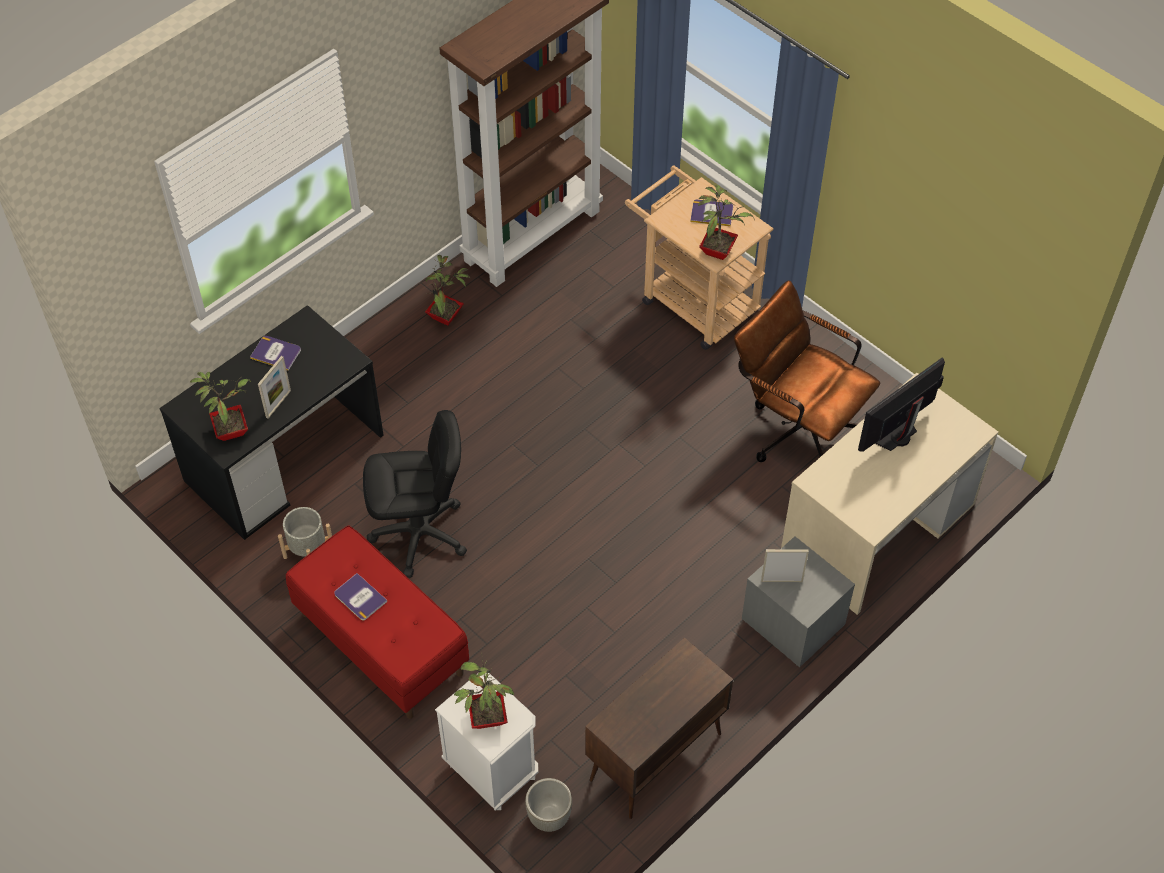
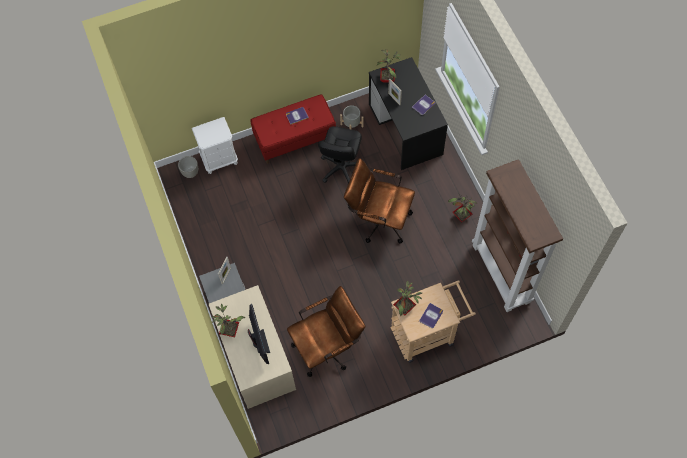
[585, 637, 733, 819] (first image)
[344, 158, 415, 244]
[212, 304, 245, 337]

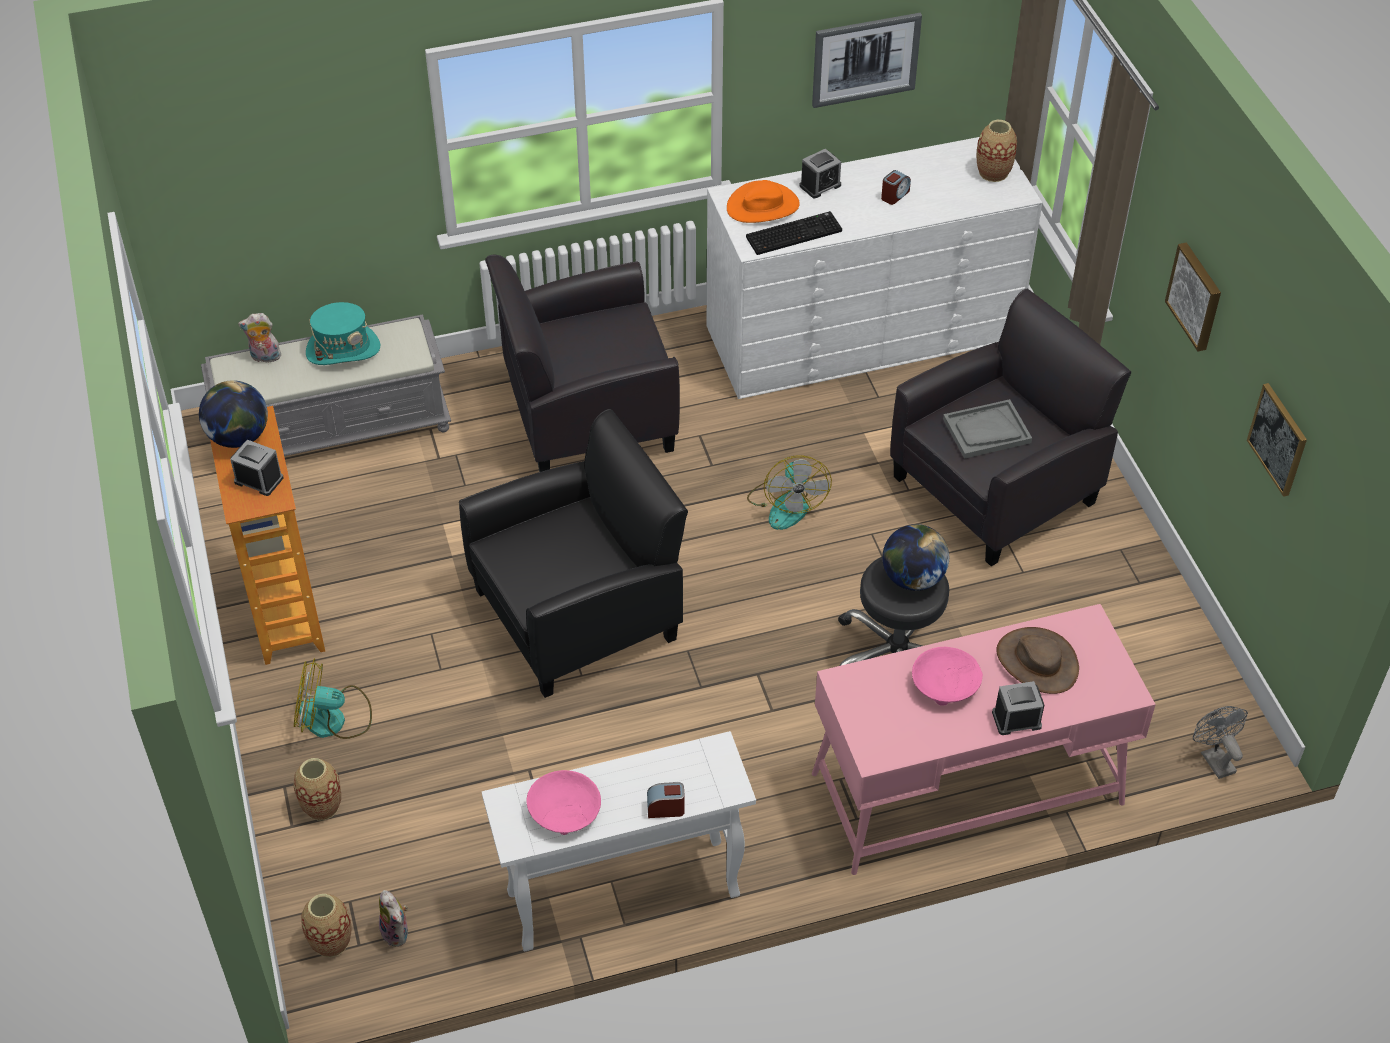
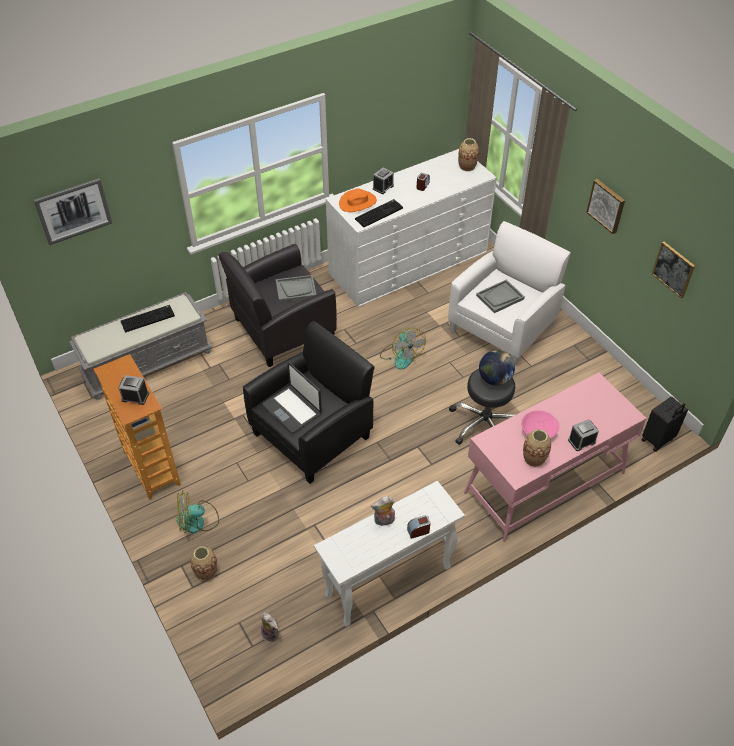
[199, 380, 268, 448] (first image)
[526, 770, 601, 835] (first image)
[996, 627, 1079, 694] (first image)
[263, 362, 322, 433]
[276, 275, 316, 302]
[371, 496, 395, 526]
[523, 429, 551, 467]
[33, 178, 112, 245]
[121, 305, 175, 332]
[641, 396, 688, 452]
[448, 221, 571, 366]

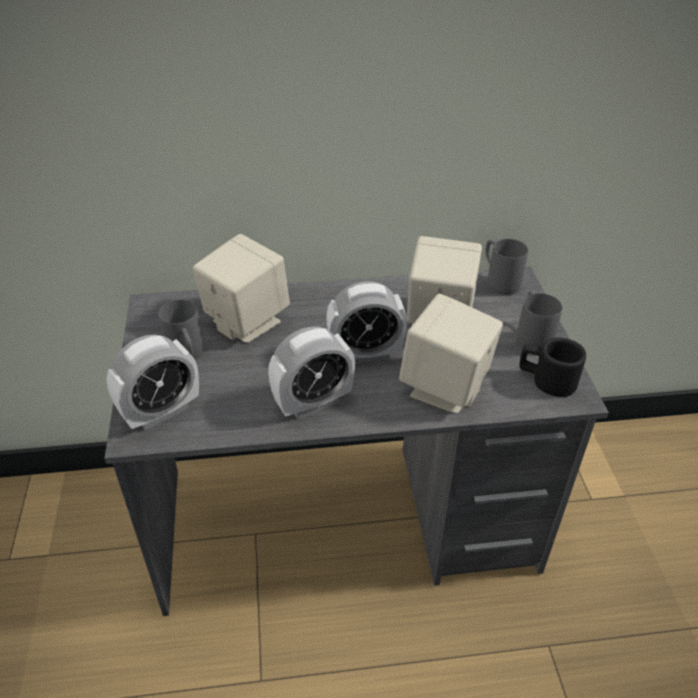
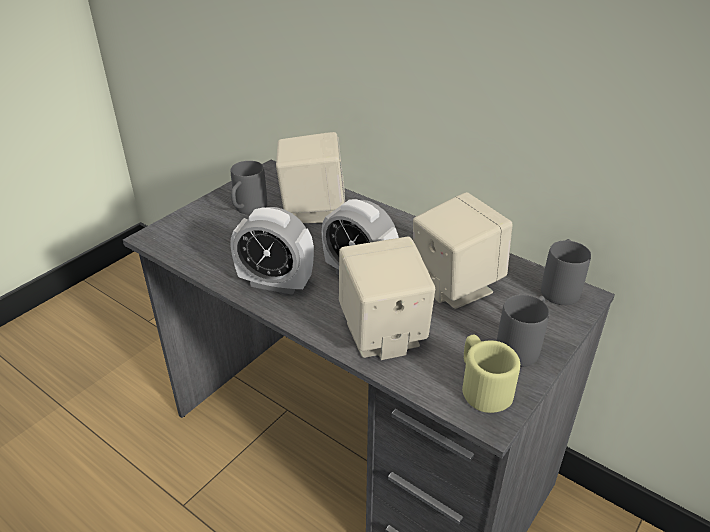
[106, 335, 199, 430] (first image)
[462, 335, 520, 413]

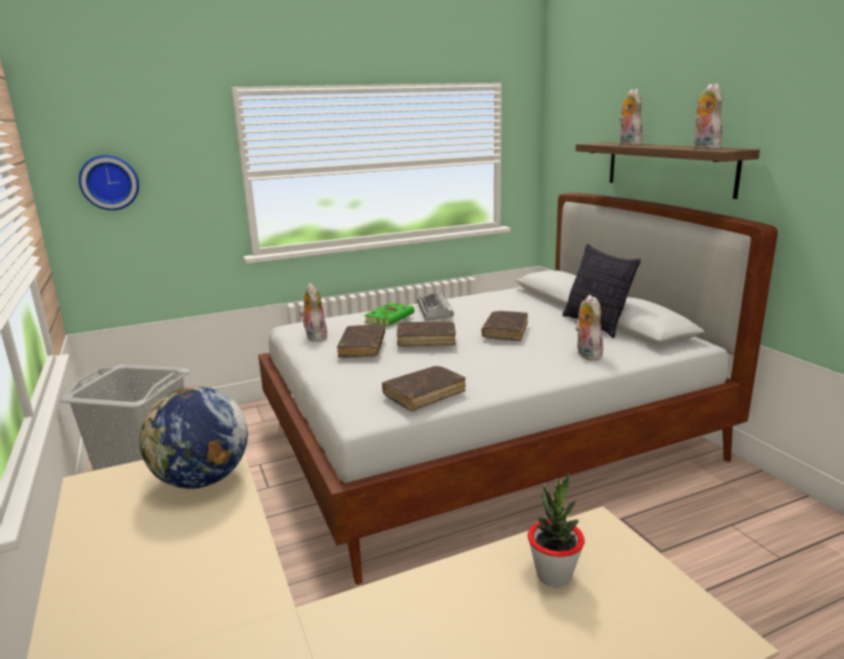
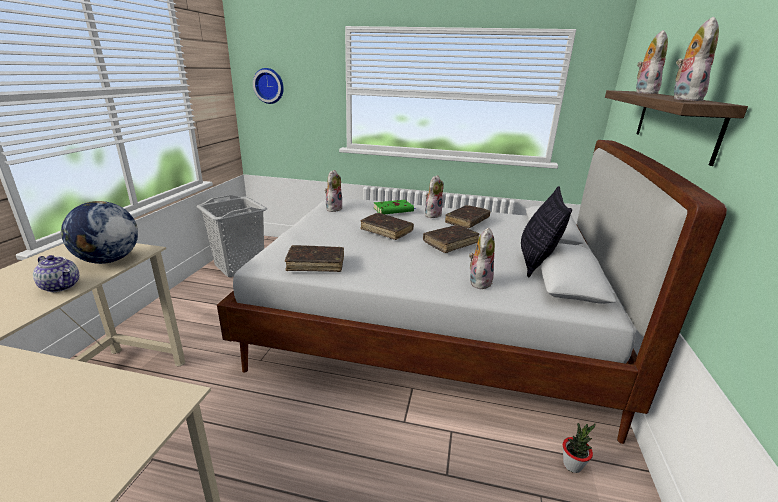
[33, 255, 79, 292]
[445, 205, 490, 228]
[563, 423, 595, 473]
[425, 175, 444, 218]

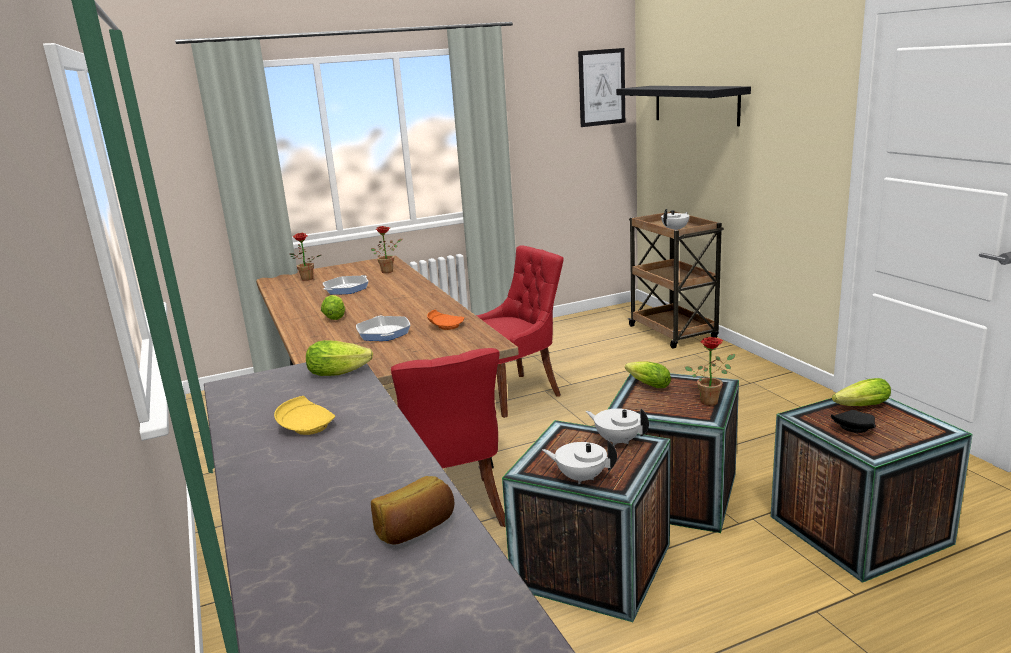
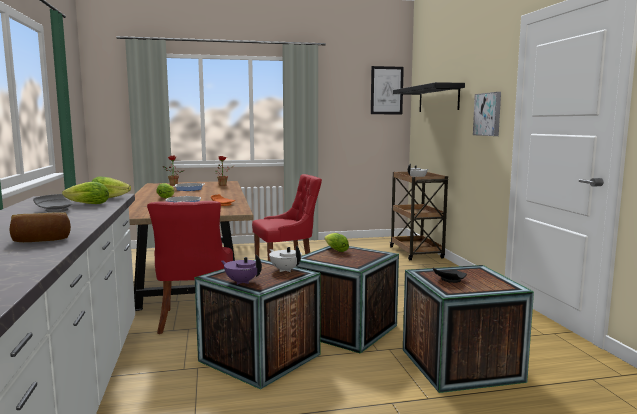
[685, 337, 735, 406] (first image)
[473, 92, 501, 136]
[62, 182, 109, 204]
[33, 194, 72, 212]
[221, 255, 262, 285]

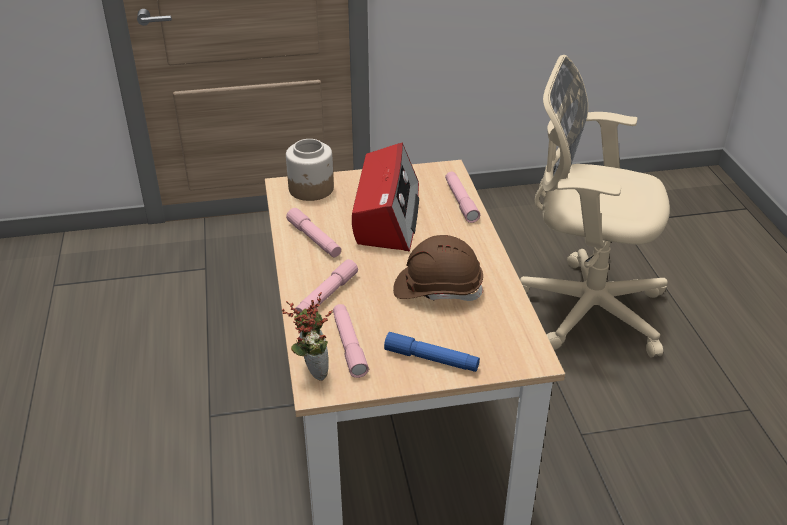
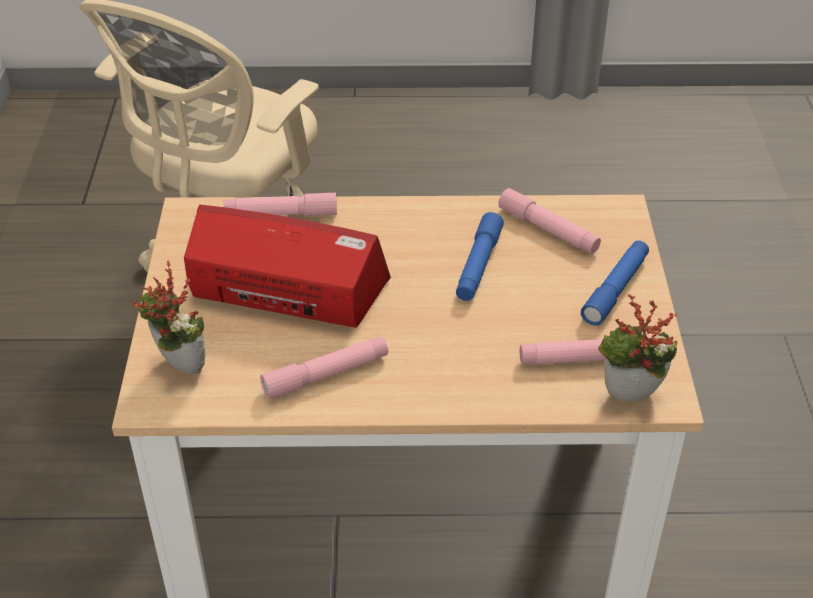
[498, 188, 601, 254]
[132, 260, 205, 374]
[456, 212, 504, 301]

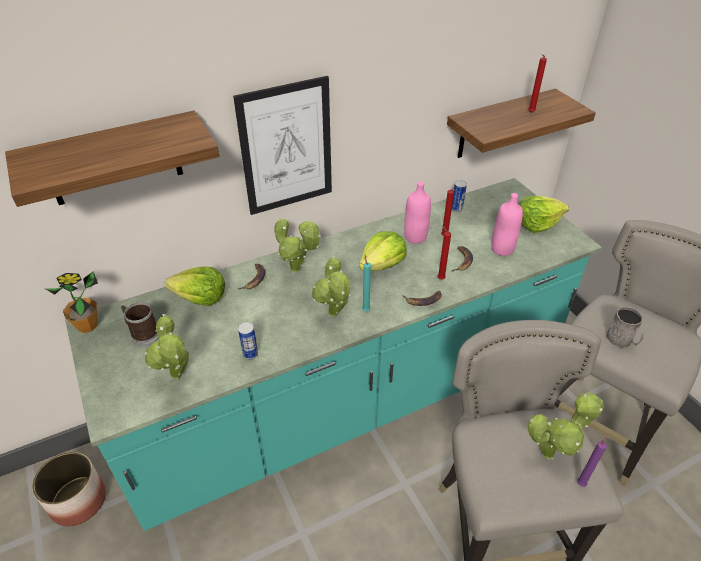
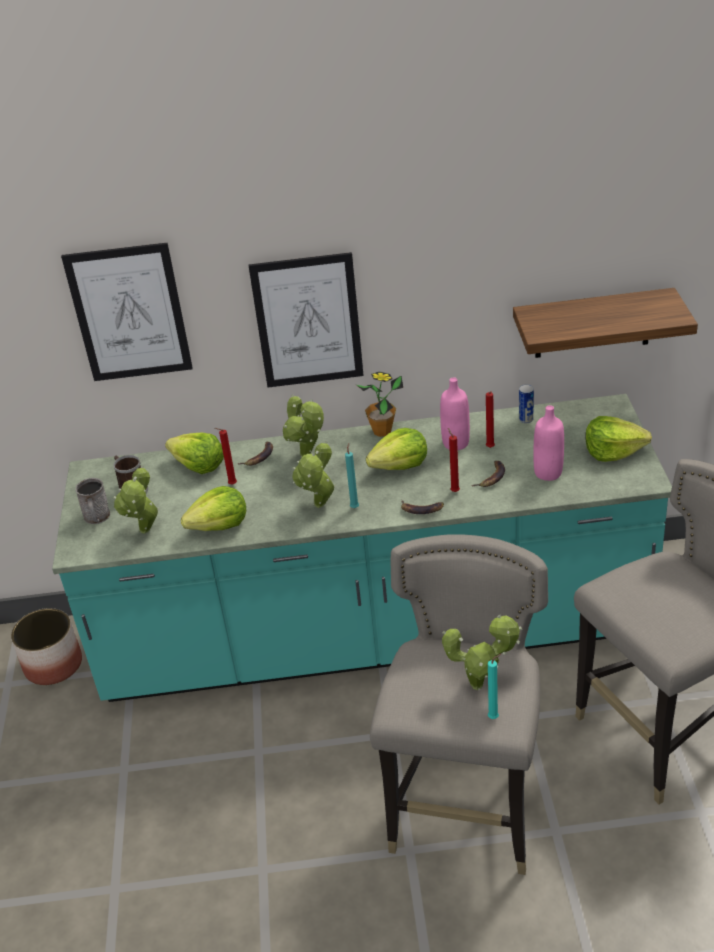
[356, 372, 403, 437]
[215, 428, 237, 485]
[75, 478, 110, 524]
[61, 243, 193, 381]
[181, 486, 246, 531]
[488, 654, 501, 719]

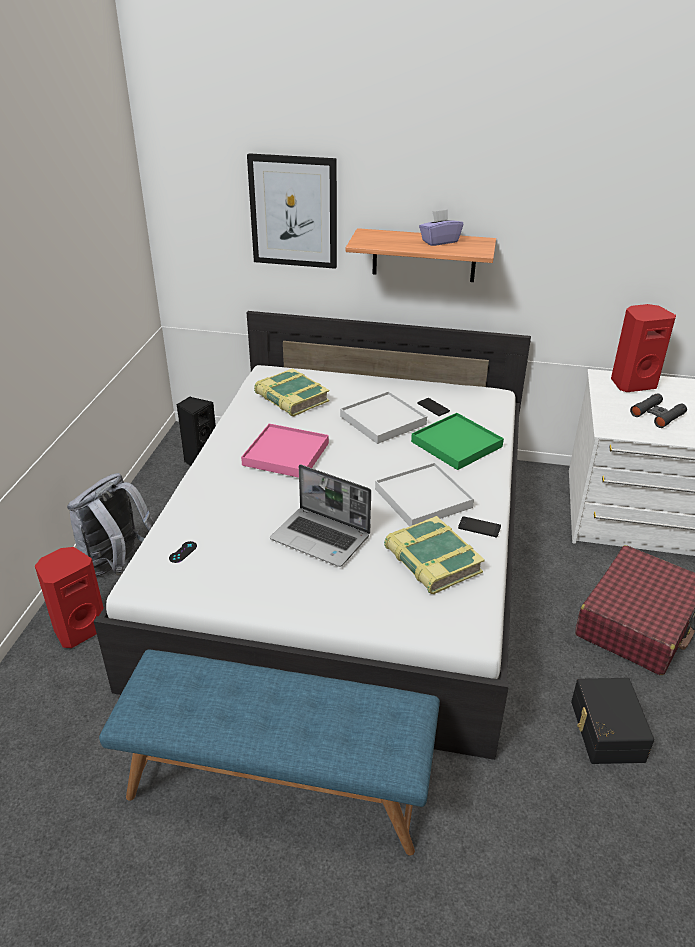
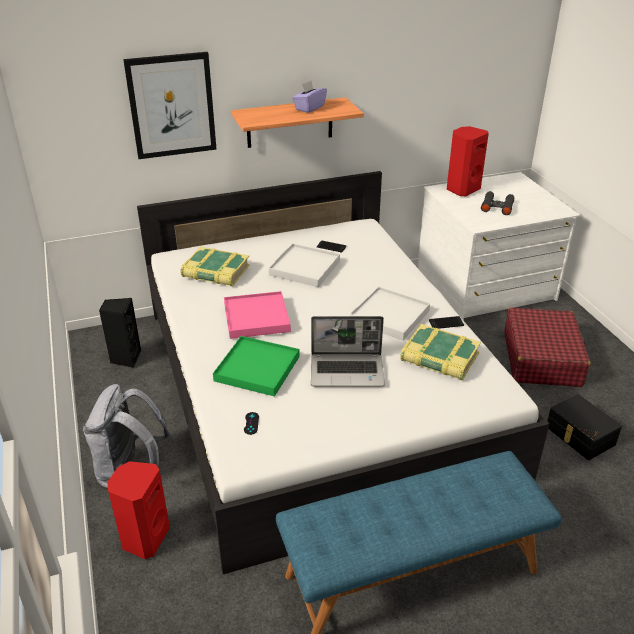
[213, 336, 300, 397]

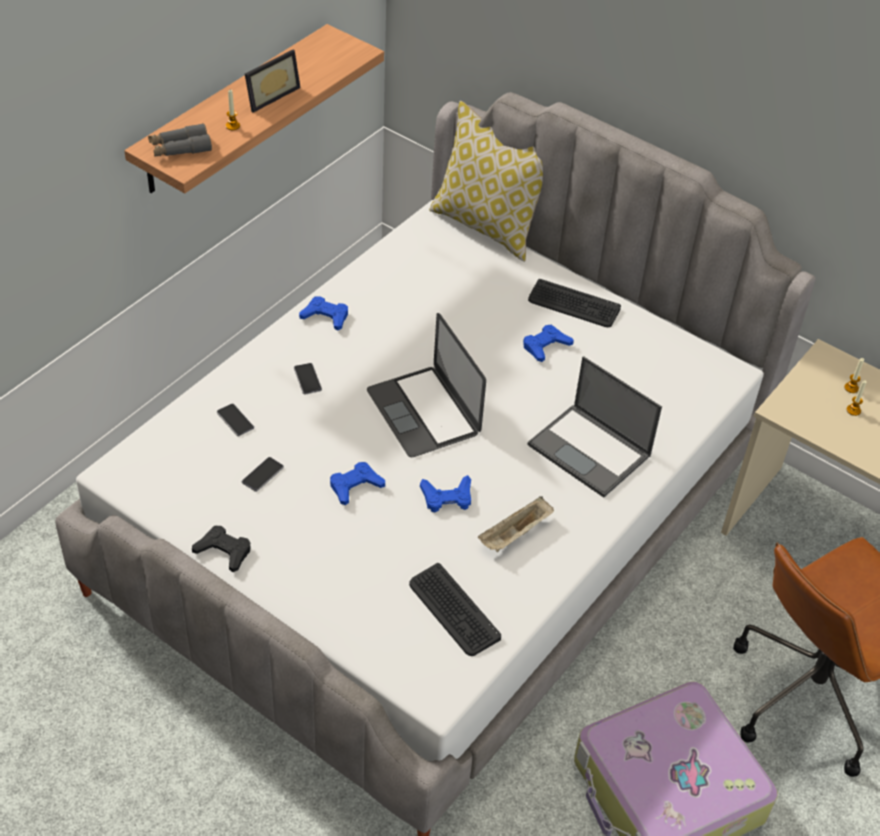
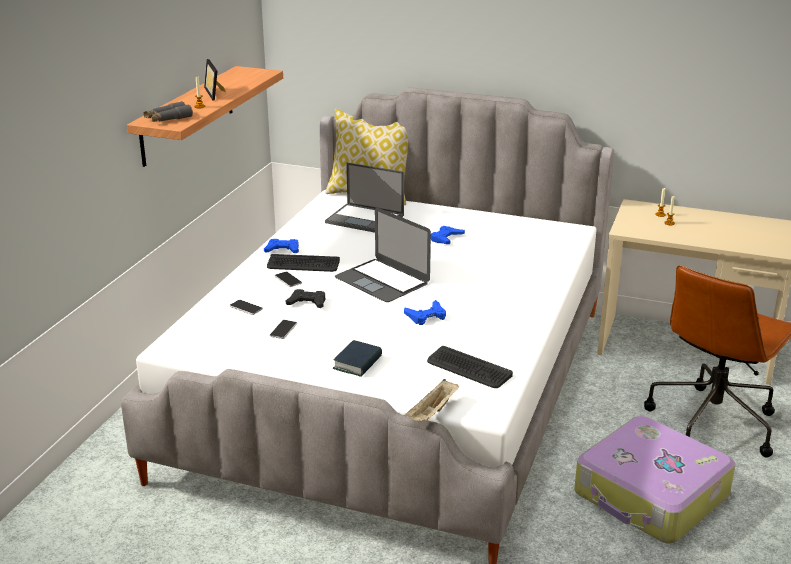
[330, 462, 385, 505] (first image)
[333, 340, 382, 377]
[286, 289, 325, 308]
[405, 379, 459, 422]
[267, 254, 340, 272]
[325, 162, 404, 233]
[204, 59, 226, 101]

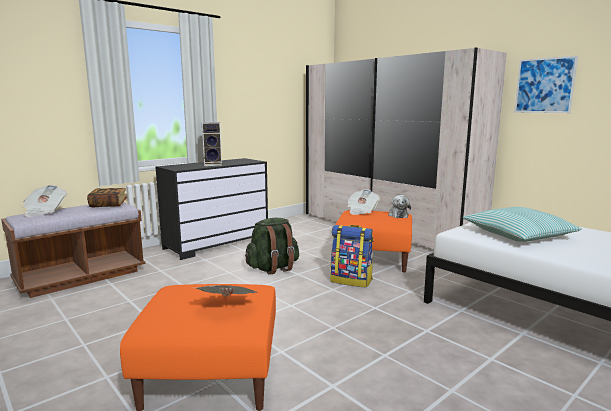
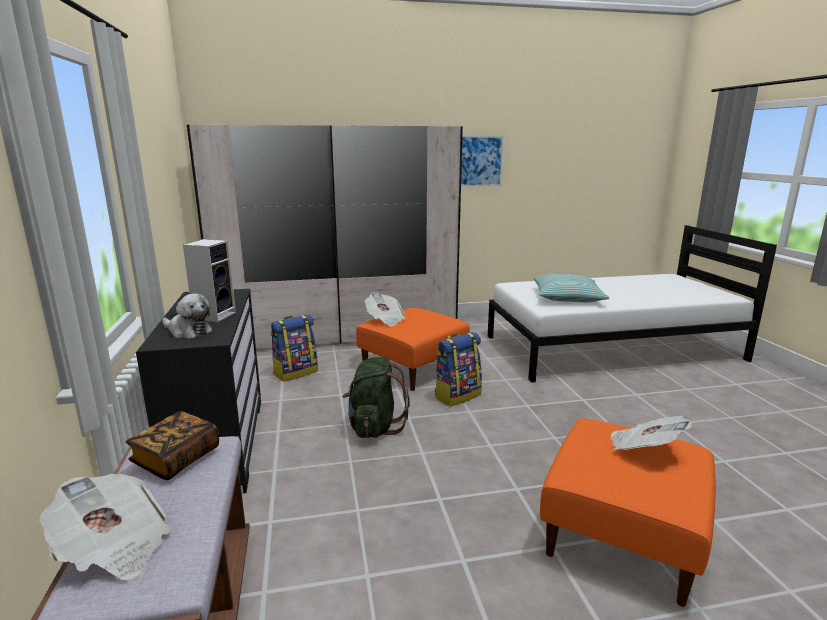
[270, 314, 318, 382]
[162, 293, 212, 338]

